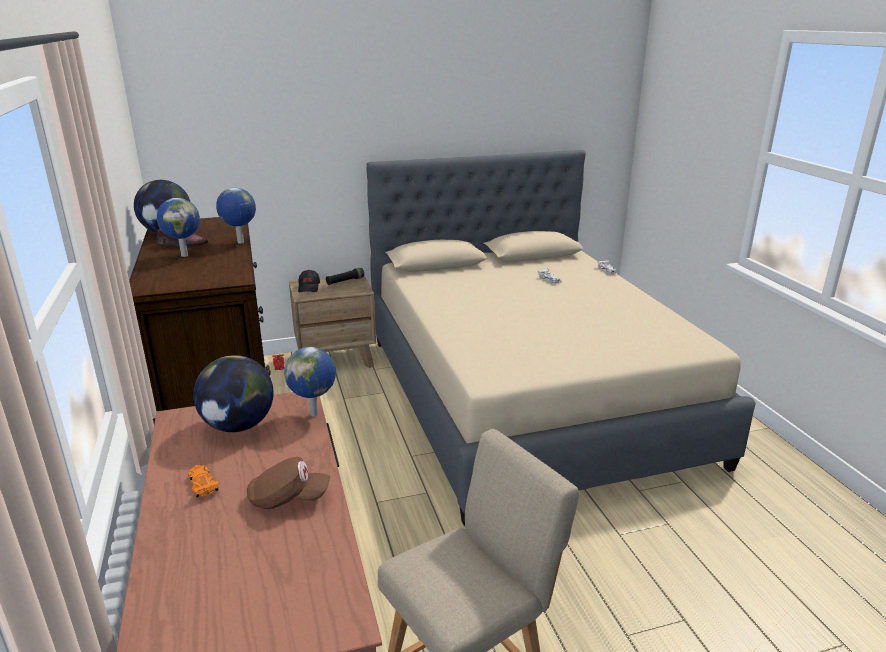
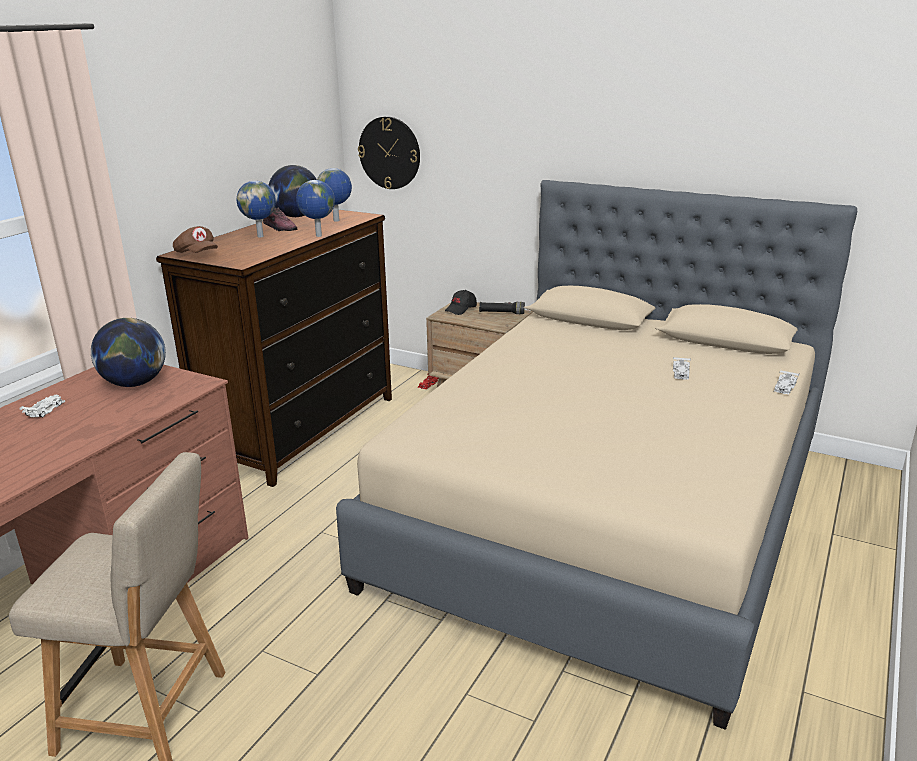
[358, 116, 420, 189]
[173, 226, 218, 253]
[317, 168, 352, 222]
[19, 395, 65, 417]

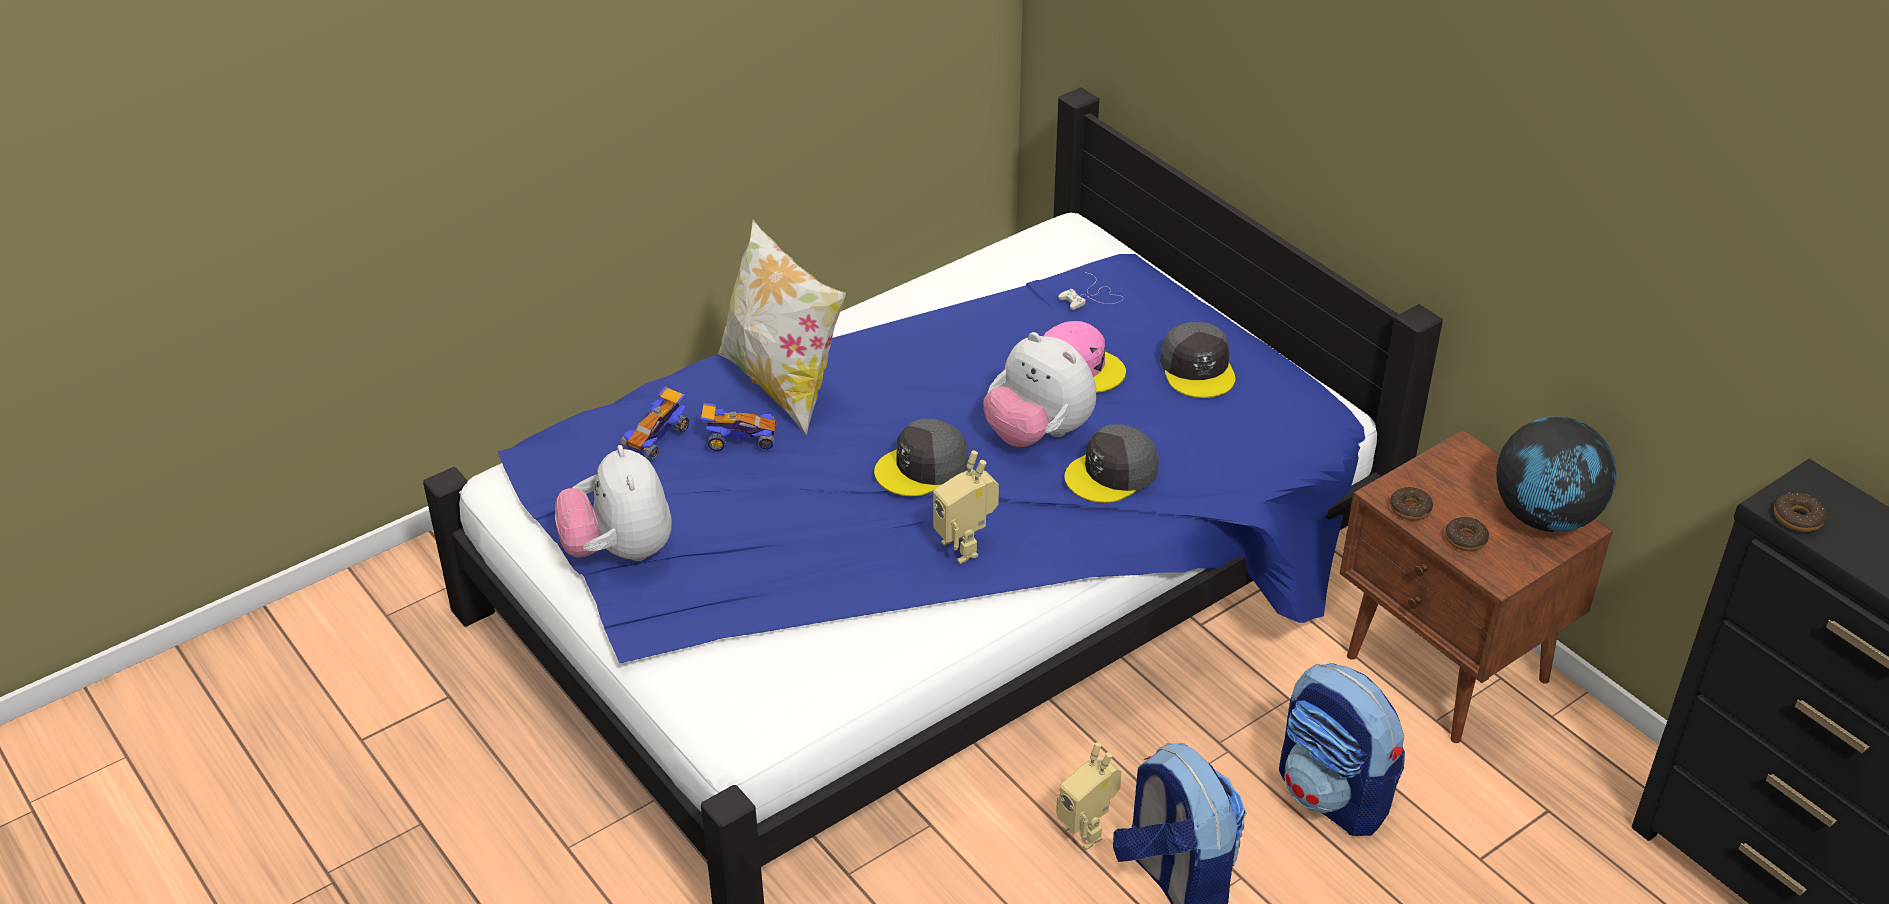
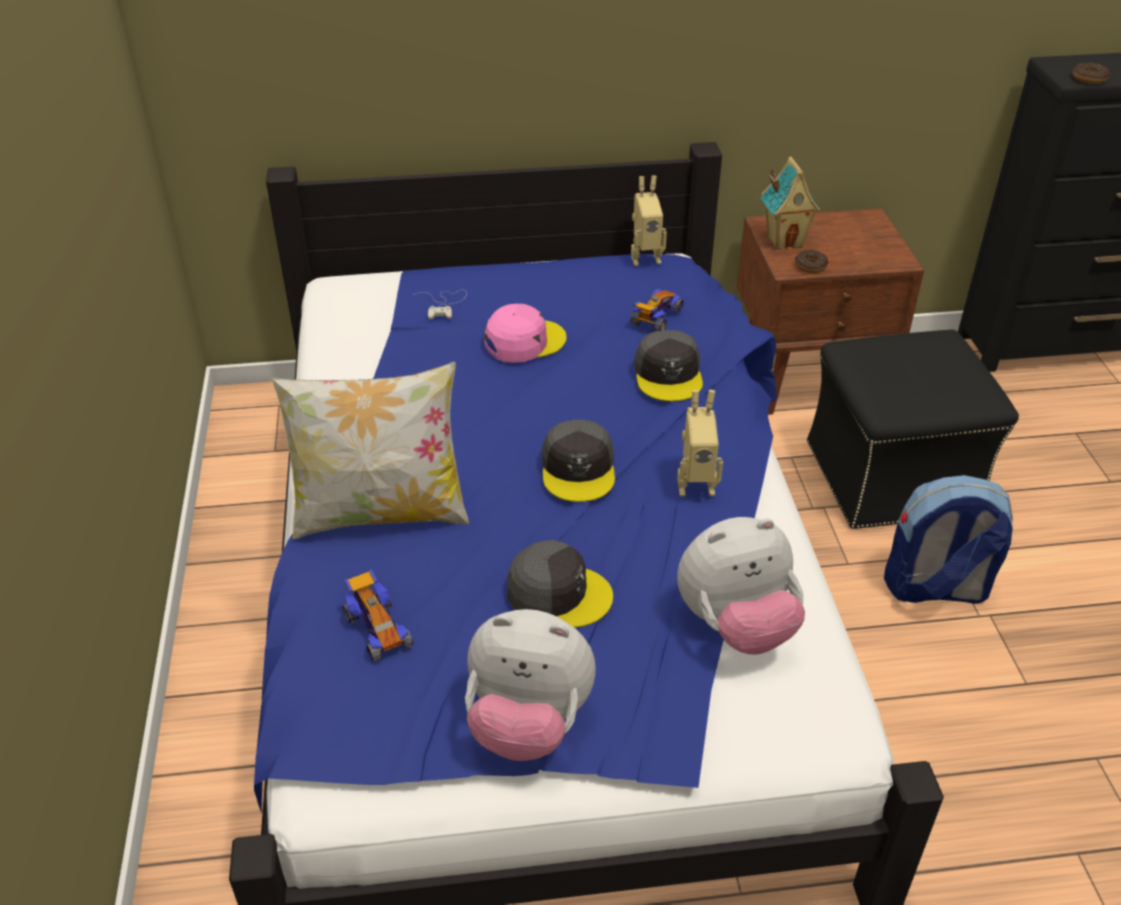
[1445, 517, 1489, 551] (first image)
[1496, 417, 1617, 532] (first image)
[760, 156, 821, 250]
[630, 289, 684, 331]
[677, 517, 805, 655]
[631, 175, 667, 266]
[507, 540, 613, 628]
[807, 330, 1019, 529]

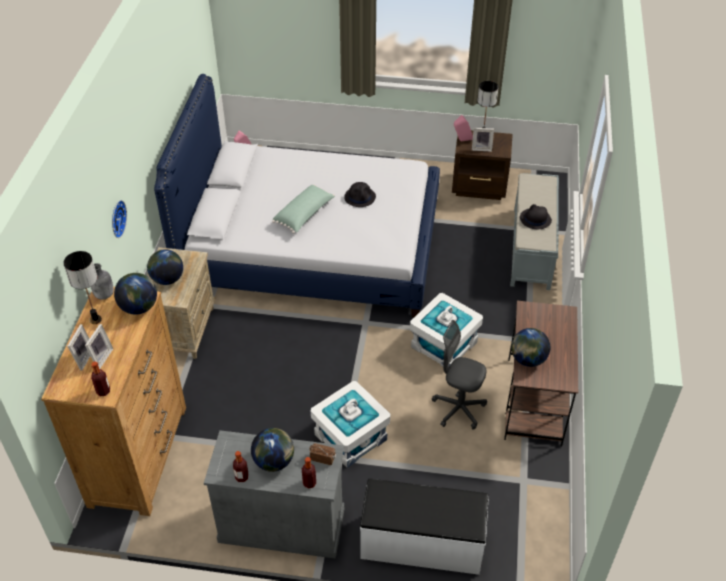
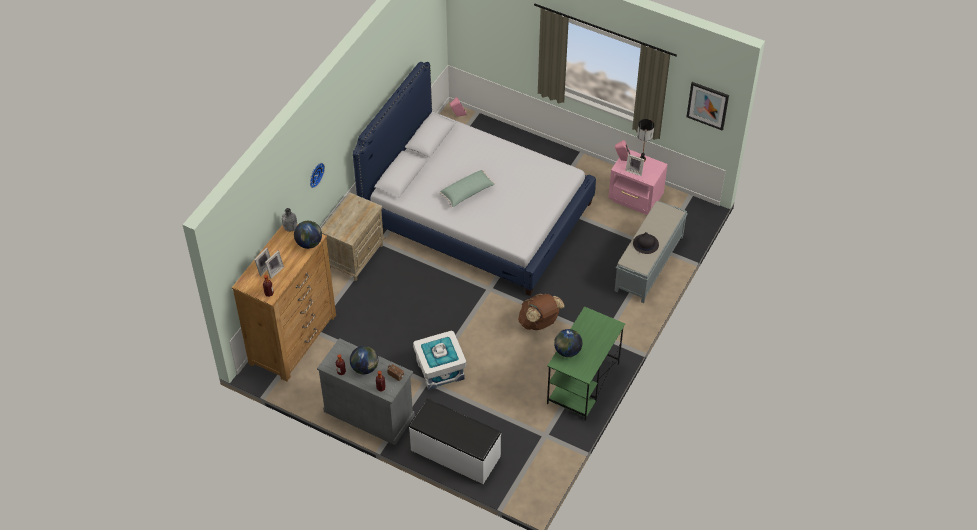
[63, 251, 102, 324] (first image)
[147, 249, 183, 285] (first image)
[344, 182, 376, 207] (first image)
[432, 320, 487, 430] (first image)
[686, 82, 729, 131]
[518, 293, 565, 330]
[608, 149, 668, 215]
[547, 306, 625, 421]

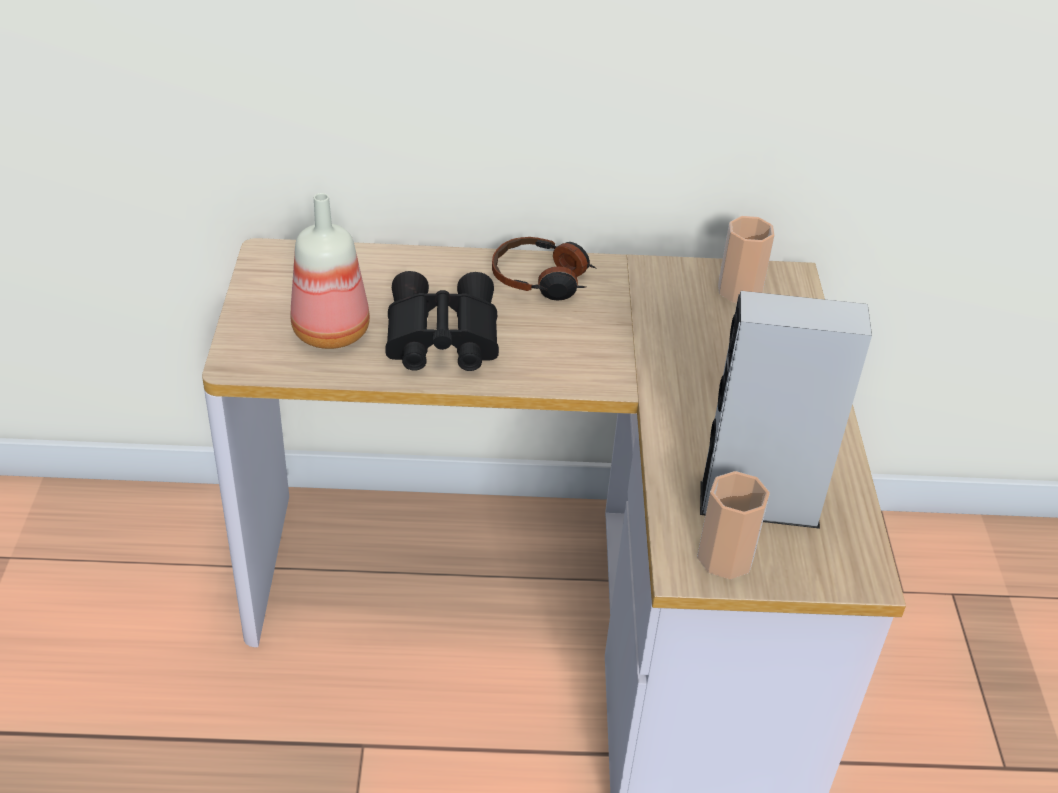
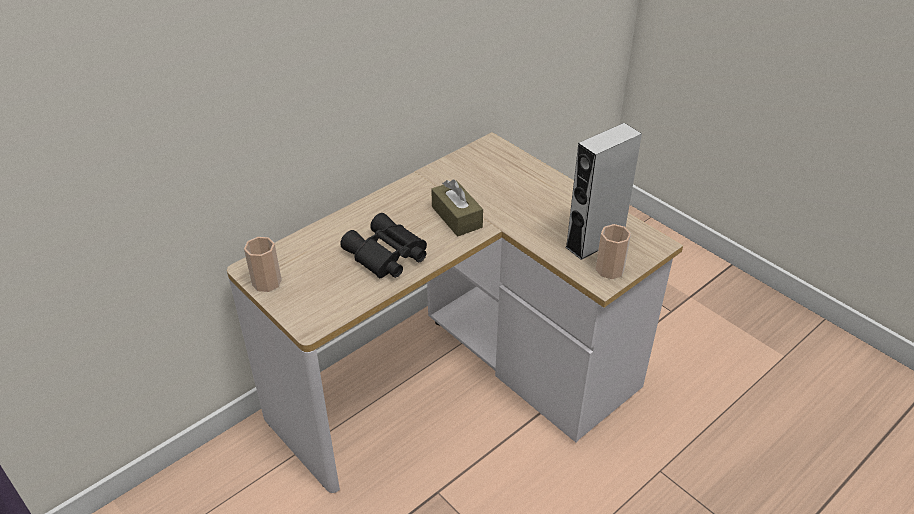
[291, 193, 370, 349] (first image)
[492, 237, 596, 301] (first image)
[431, 179, 483, 237]
[244, 237, 282, 292]

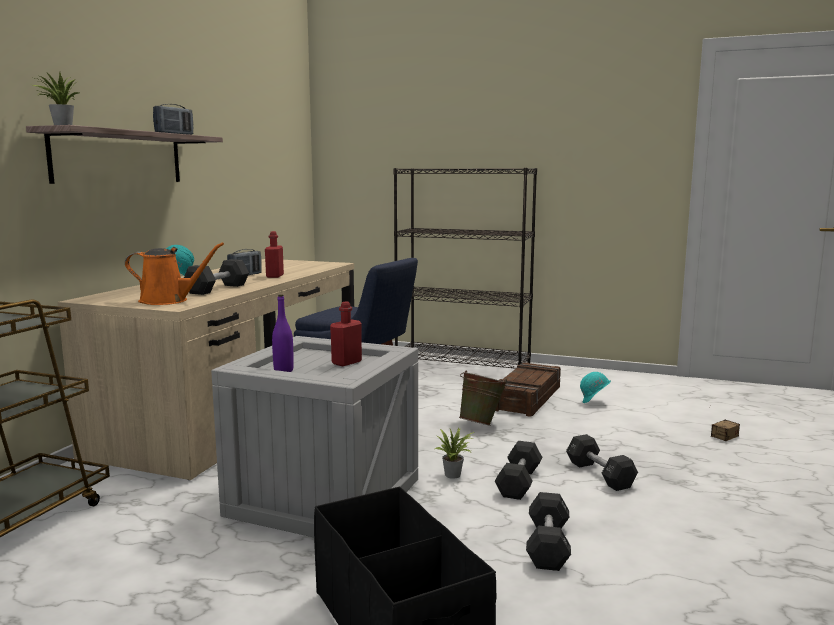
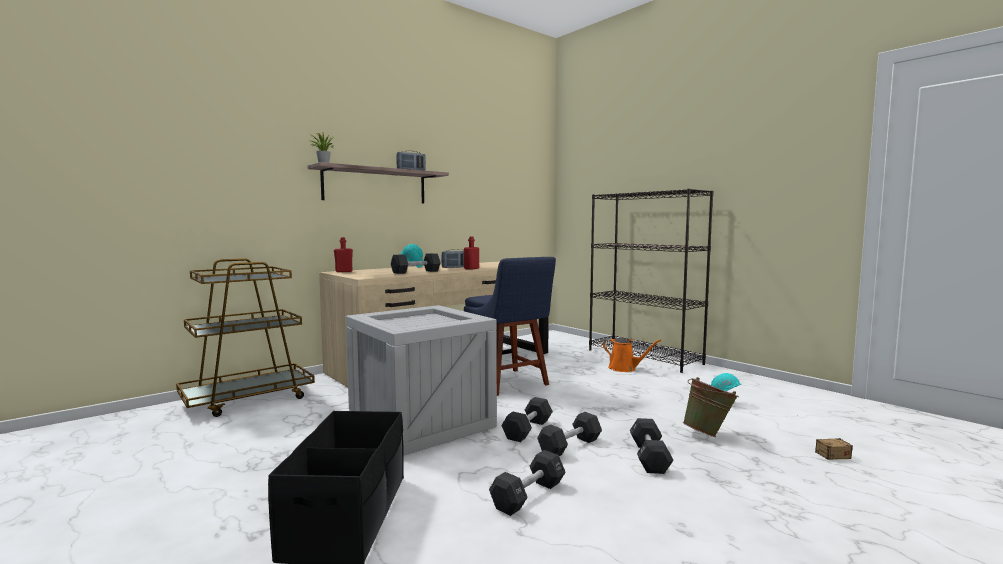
[272, 294, 294, 372] (first image)
[495, 362, 561, 417] (first image)
[603, 338, 661, 372]
[334, 237, 353, 272]
[683, 377, 739, 437]
[501, 397, 553, 442]

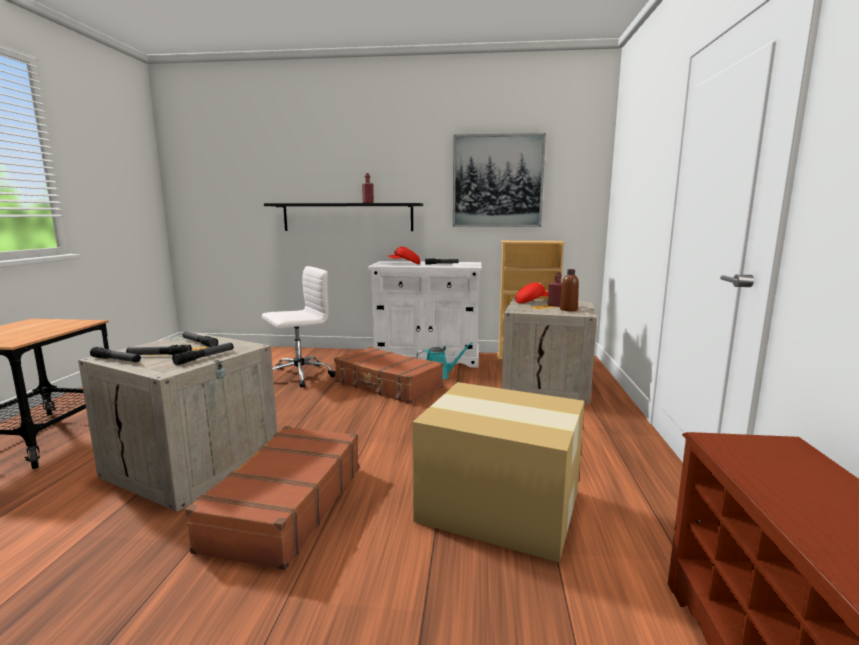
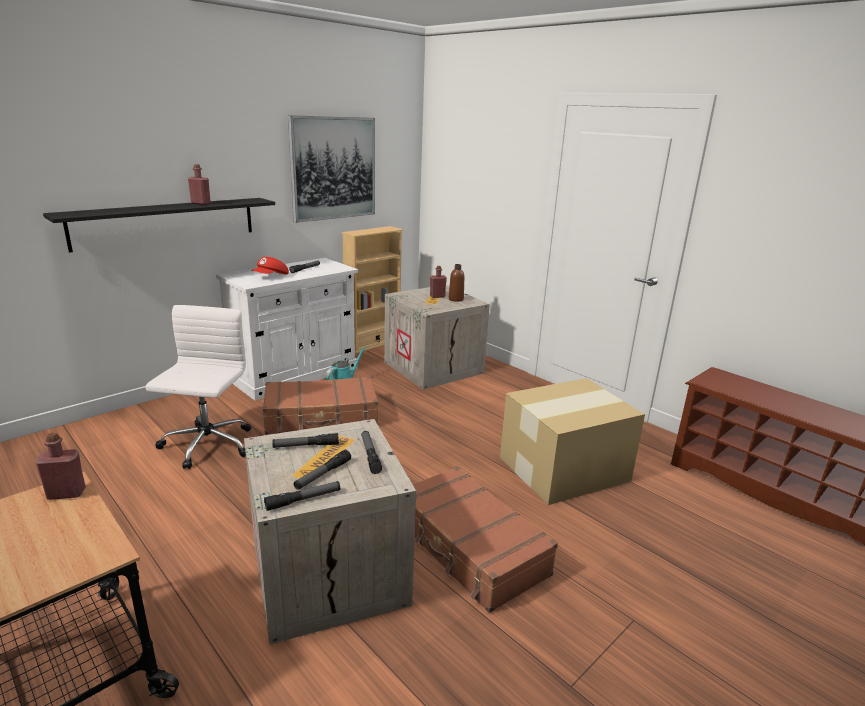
[515, 283, 548, 303] (first image)
[35, 433, 86, 500]

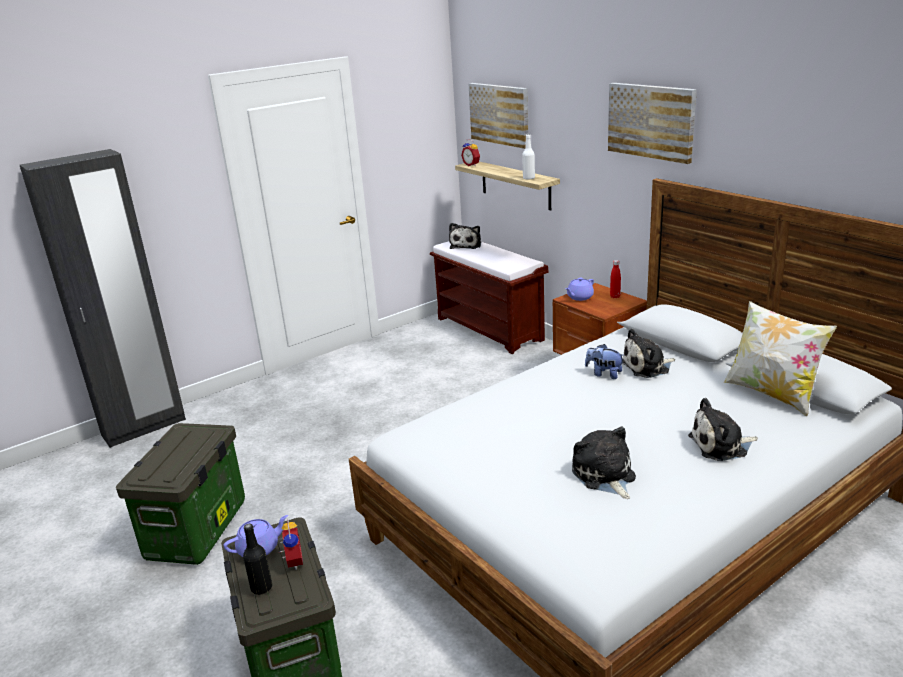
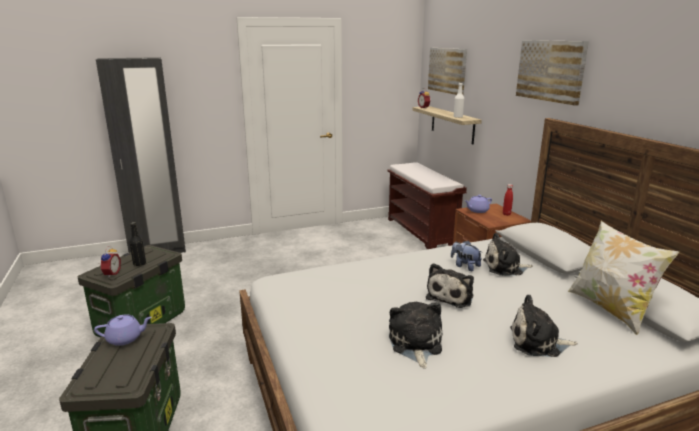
[129, 222, 146, 266]
[100, 246, 121, 278]
[426, 263, 474, 308]

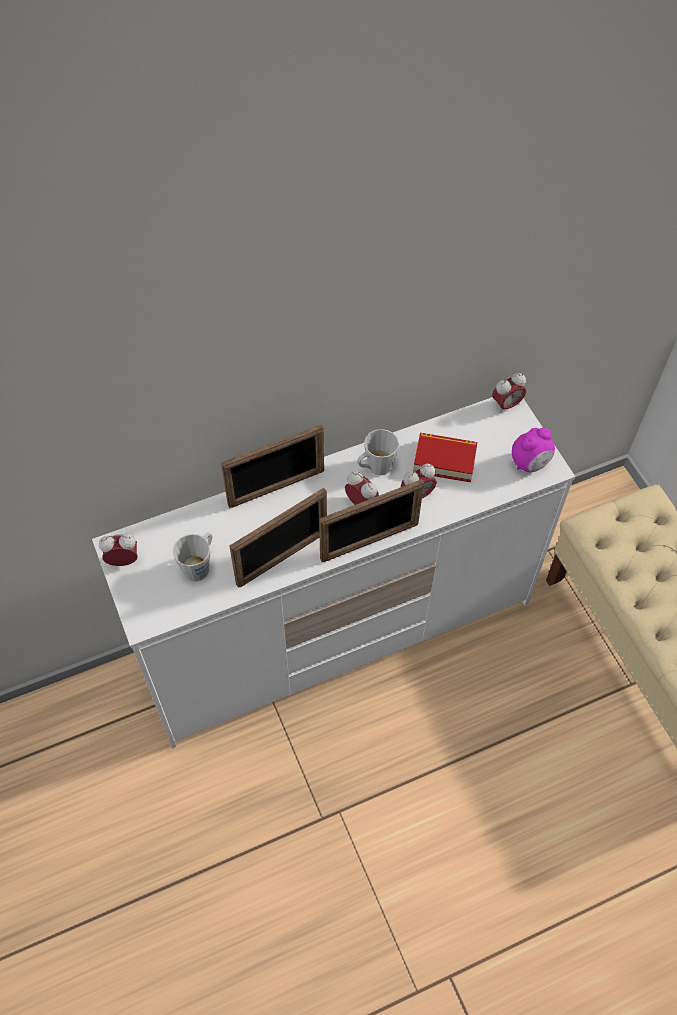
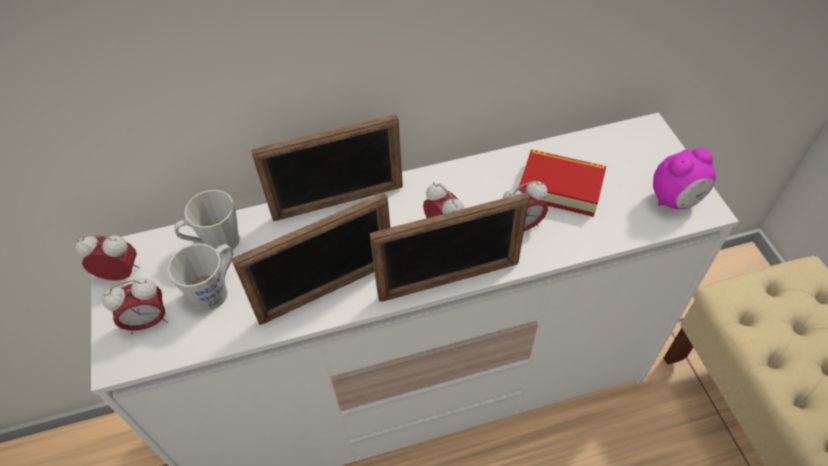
[174, 190, 240, 254]
[102, 278, 168, 335]

